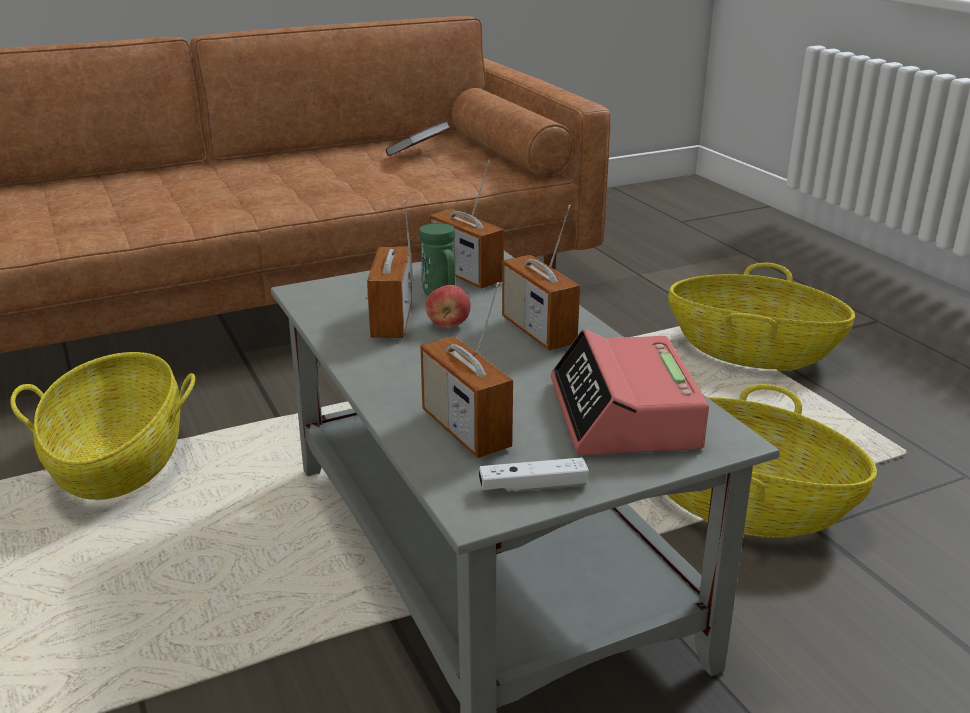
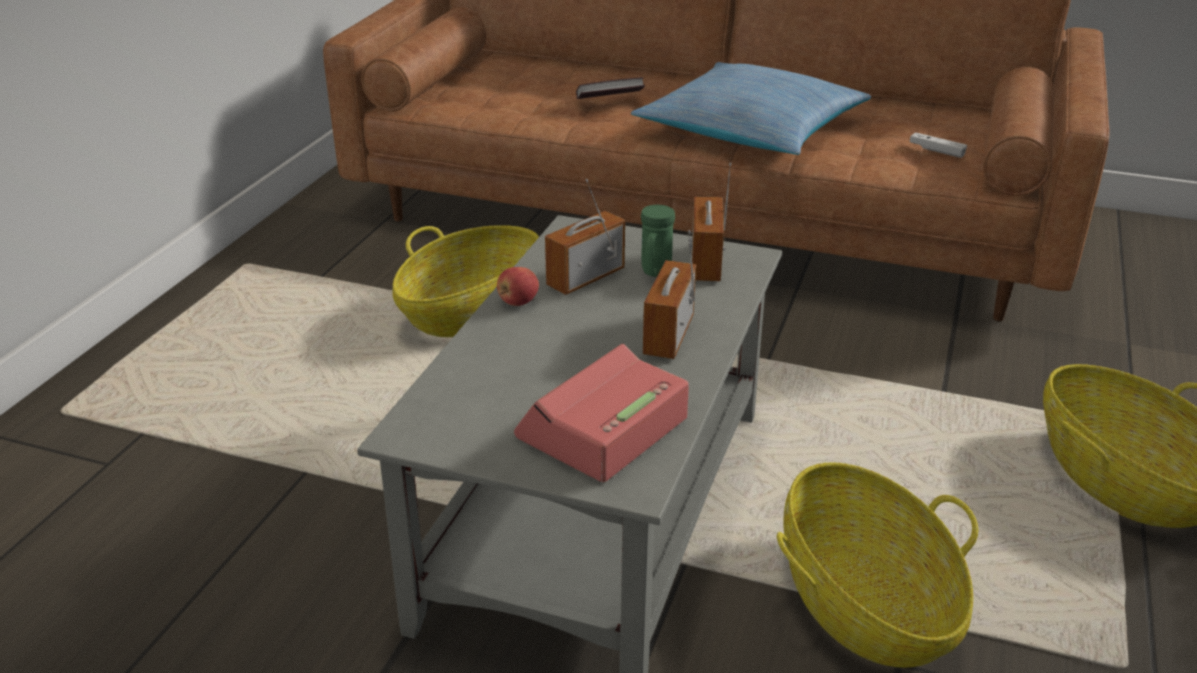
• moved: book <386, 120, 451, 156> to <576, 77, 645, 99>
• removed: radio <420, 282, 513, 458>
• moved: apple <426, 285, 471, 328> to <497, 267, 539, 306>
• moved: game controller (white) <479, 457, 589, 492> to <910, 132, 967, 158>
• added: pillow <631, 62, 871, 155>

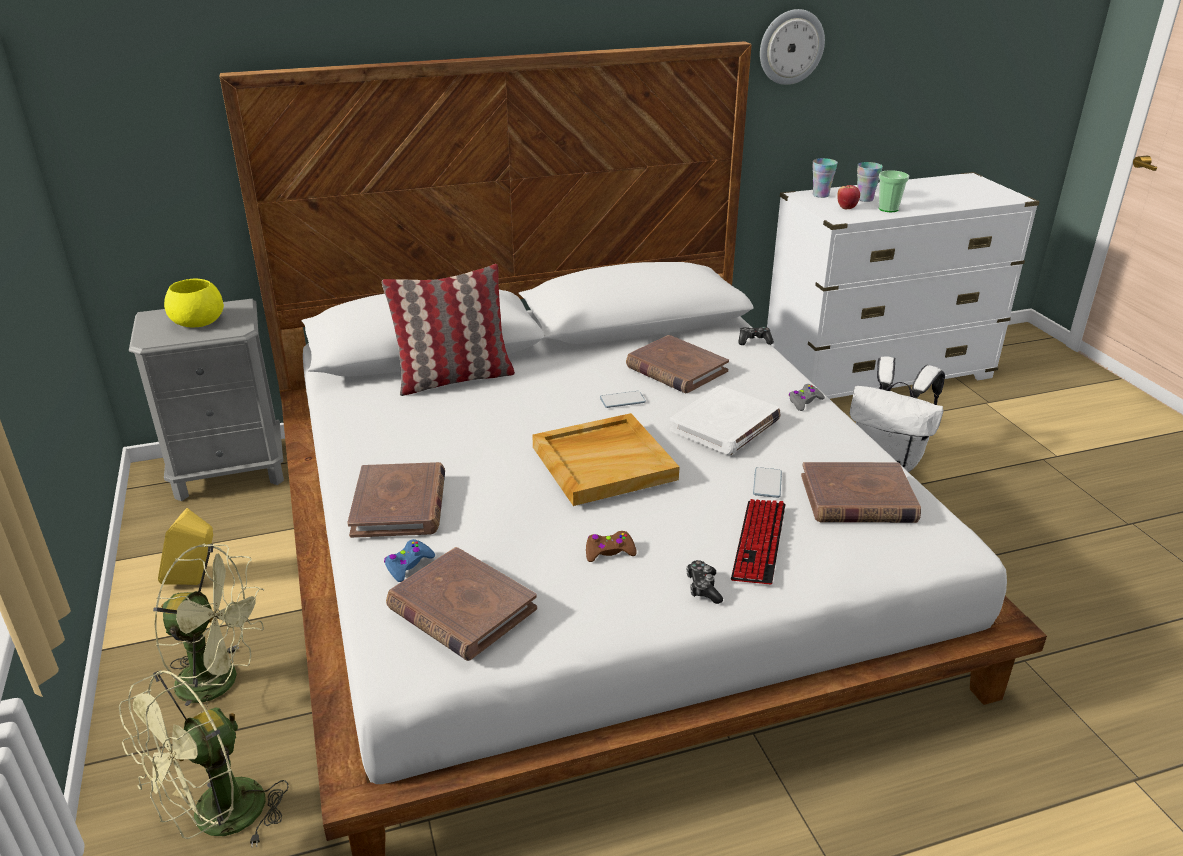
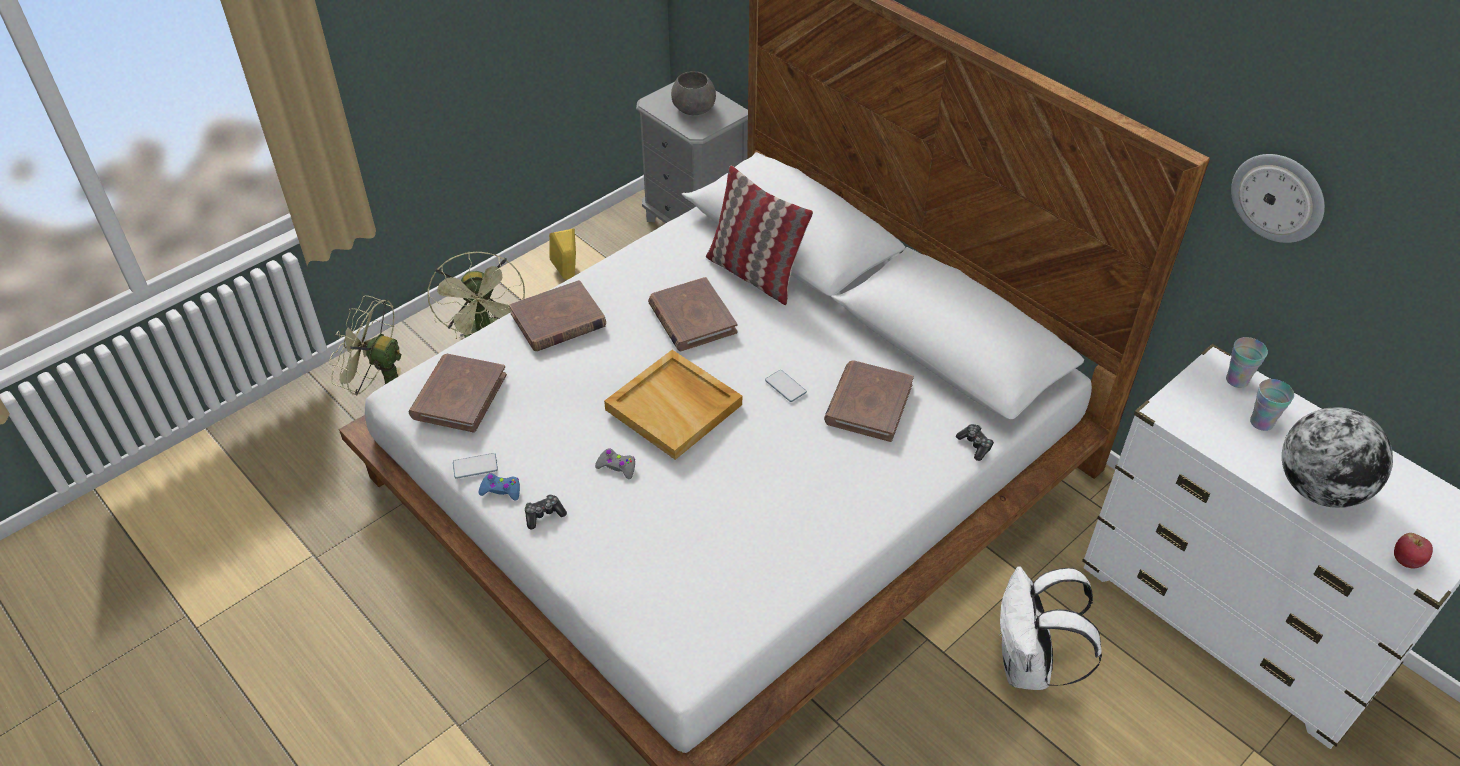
• recoloured: bowl (yellow) <164, 279, 224, 328> to bowl (grey) <671, 71, 716, 115>
• moved: game controller (blue) <384, 539, 435, 582> to <479, 473, 520, 500>
• removed: game controller (brown) <586, 531, 637, 562>
• removed: book (white) <670, 385, 781, 455>
• removed: keyboard <731, 499, 786, 585>
• moved: phone <753, 467, 782, 498> to <453, 453, 498, 479>
• moved: game controller (grey) <789, 384, 825, 411> to <595, 448, 635, 479>
• moved: book (brown) <801, 462, 921, 523> to <648, 277, 737, 351>
• moved: apple <837, 185, 860, 209> to <1394, 533, 1433, 568>
• removed: cup <879, 170, 909, 212>
• added: globe <1282, 407, 1393, 508>

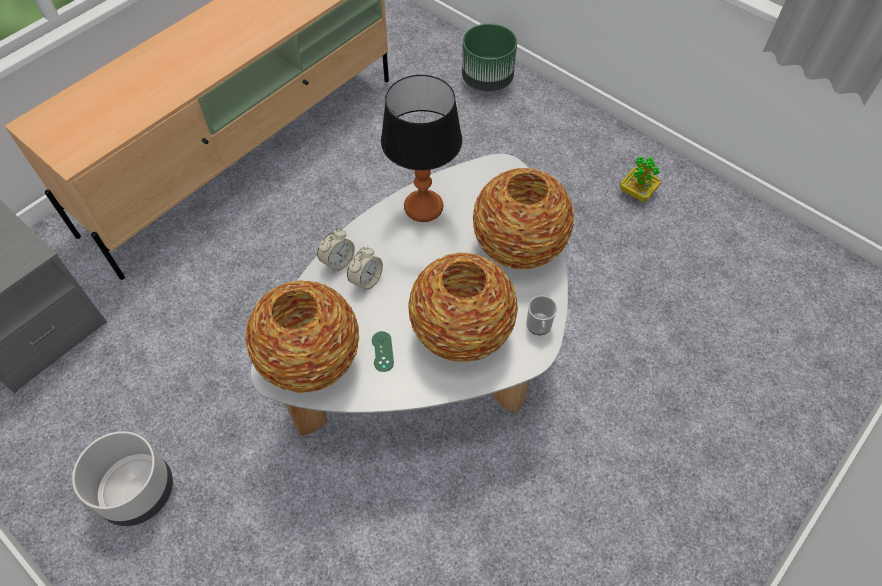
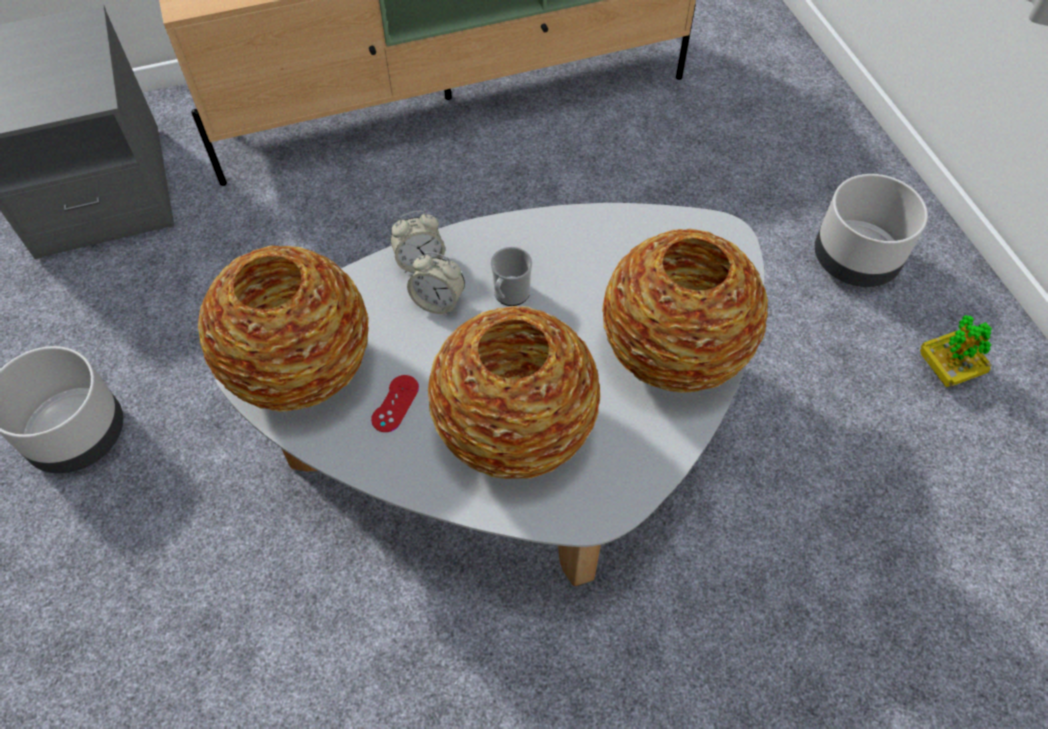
• turned: alarm clock <347, 247, 383, 292> = <407, 252, 465, 314> 45 degrees clockwise
• recoloured: game controller (green) <372, 331, 394, 372> to game controller (red) <371, 375, 419, 432>
• removed: table lamp <381, 75, 462, 222>
• removed: planter (green) <462, 23, 517, 91>
• moved: mug <526, 295, 557, 335> to <491, 247, 532, 306>
• added: planter (grey) <815, 174, 928, 287>

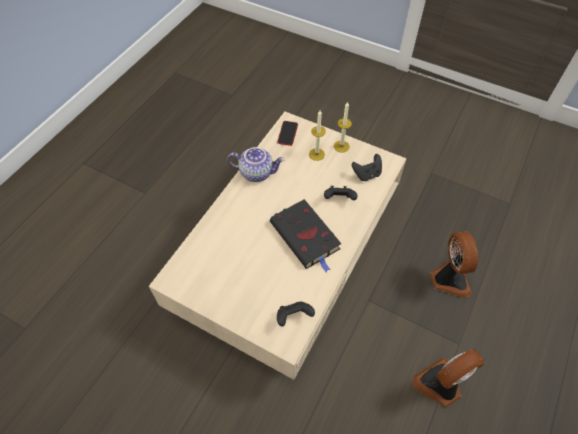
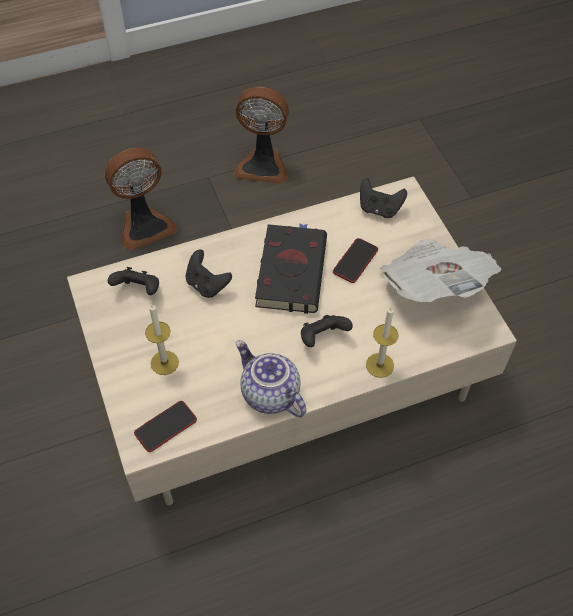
• moved: candle <334, 101, 352, 153> to <366, 307, 399, 378>
• turned: fan <430, 232, 478, 298> = <105, 148, 177, 250> 150 degrees counterclockwise
• added: game controller (black) <301, 315, 353, 347>
• added: phone <333, 238, 378, 283>
• added: newspaper <380, 239, 501, 302>

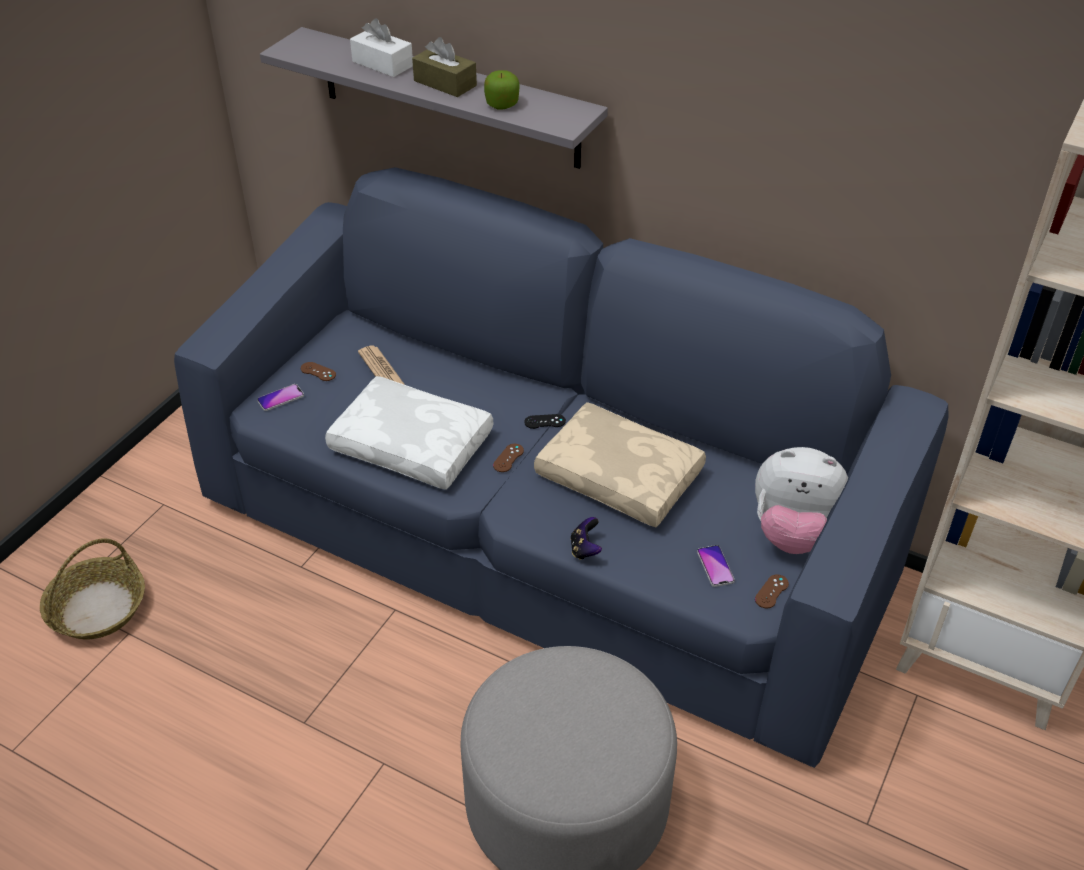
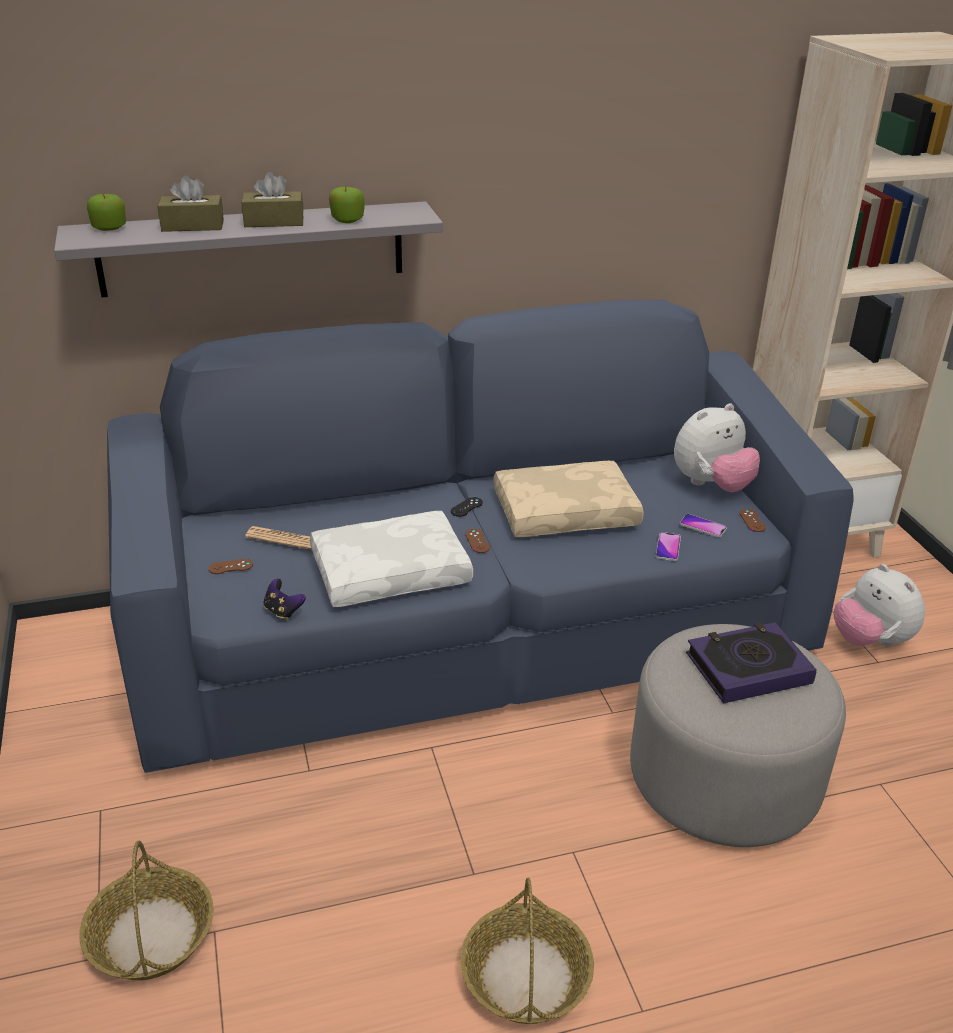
• moved: phone <257, 384, 304, 411> to <655, 532, 681, 561>
• recoloured: tissue box (white) <350, 18, 413, 77> to tissue box (brown) <158, 175, 224, 232>
• moved: game controller <570, 517, 602, 560> to <263, 579, 306, 620>
• added: apple <87, 194, 126, 231>
• added: basket <461, 878, 594, 1024>
• added: book <686, 622, 817, 704>
• added: plush toy <834, 564, 925, 647>

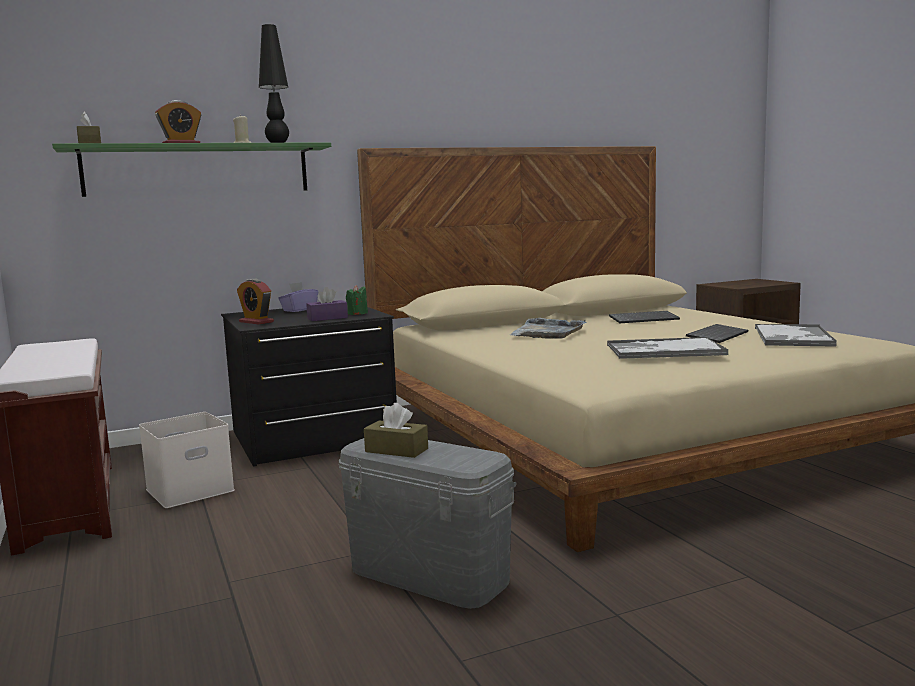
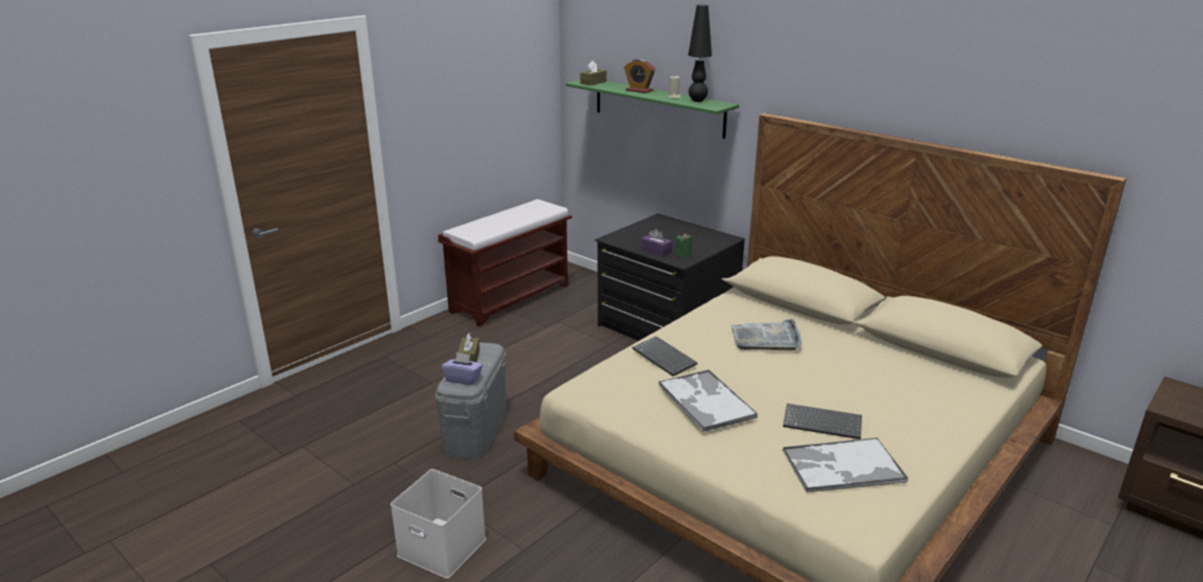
• moved: storage box (white) <139, 412, 235, 508> to <390, 469, 486, 578>
• removed: alarm clock <237, 278, 274, 324>
• moved: tissue box (purple) <278, 282, 318, 312> to <442, 352, 483, 385>
• moved: keyboard <609, 311, 680, 323> to <632, 336, 698, 376>

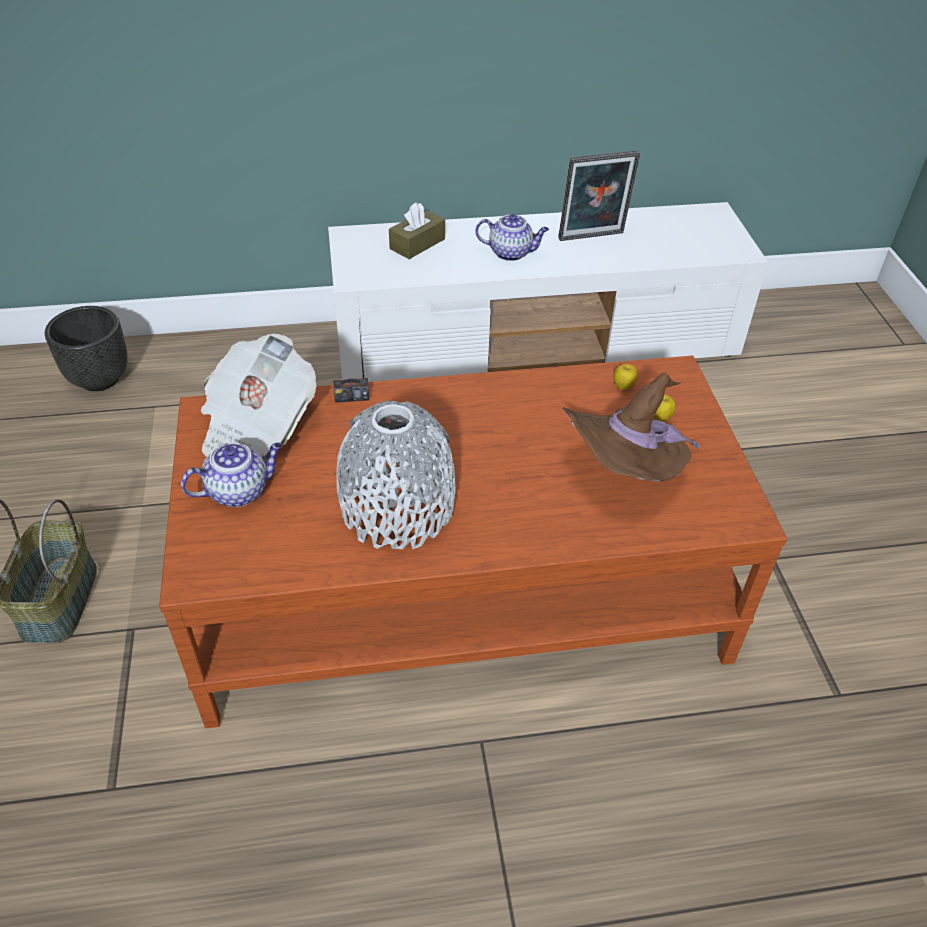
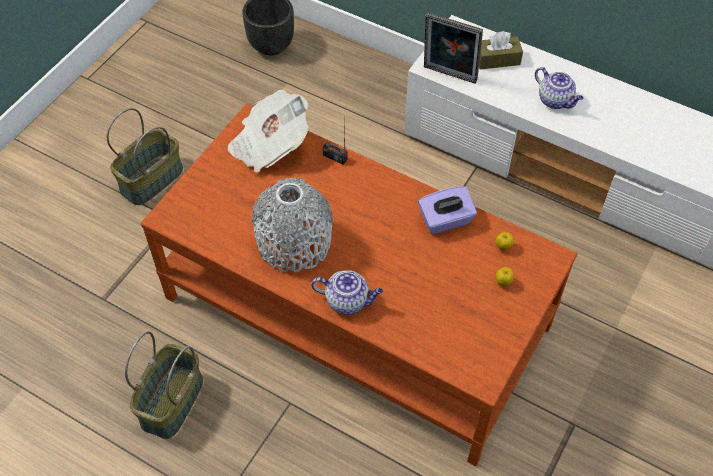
• moved: teapot <181, 442, 283, 507> to <311, 270, 383, 315>
• moved: picture frame <558, 151, 640, 241> to <424, 12, 483, 84>
• removed: hat (brown) <563, 372, 700, 481>
• added: basket <125, 331, 203, 439>
• added: tissue box (purple) <418, 186, 477, 234>

